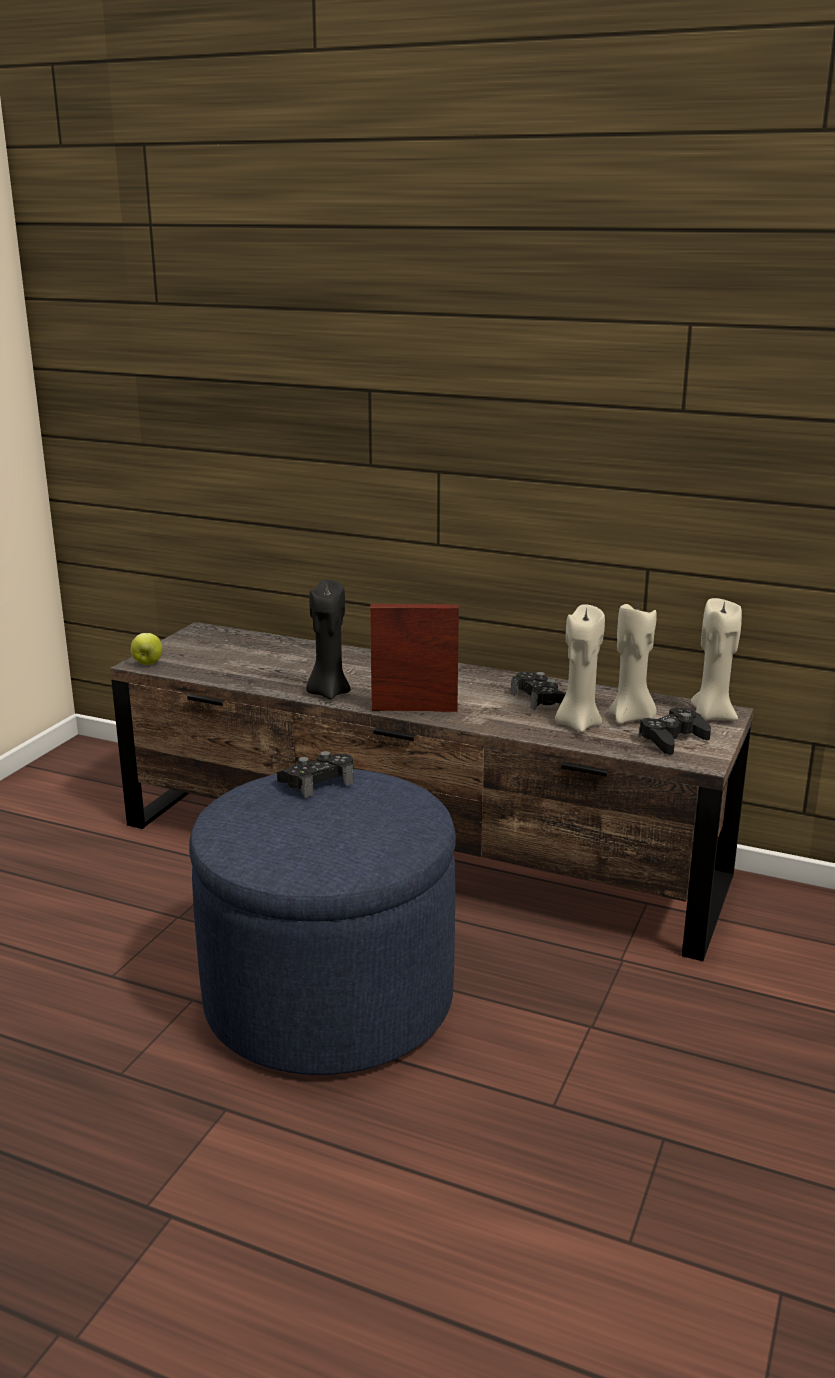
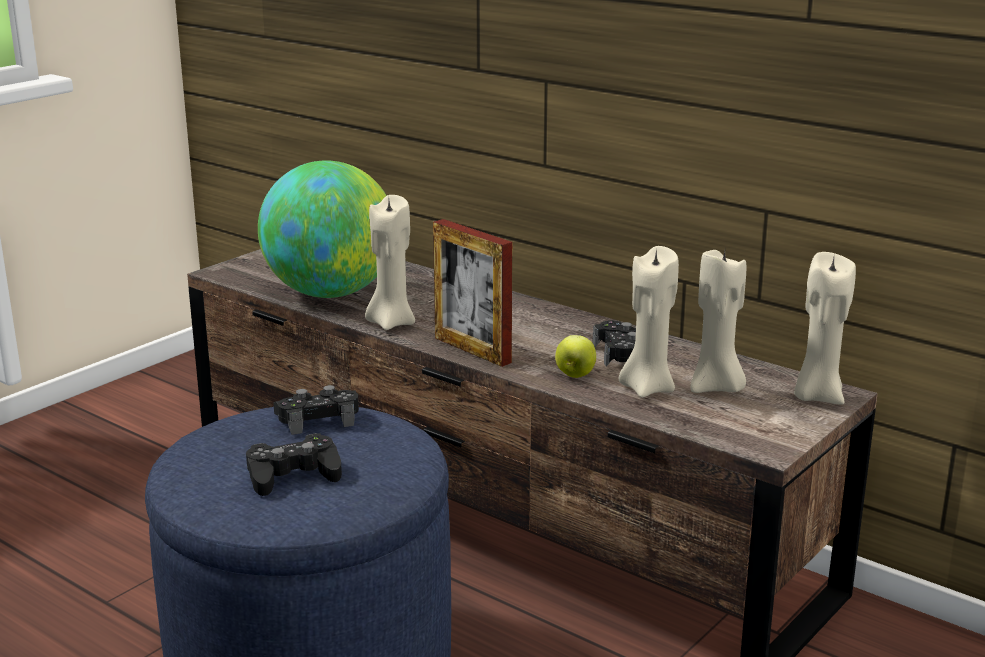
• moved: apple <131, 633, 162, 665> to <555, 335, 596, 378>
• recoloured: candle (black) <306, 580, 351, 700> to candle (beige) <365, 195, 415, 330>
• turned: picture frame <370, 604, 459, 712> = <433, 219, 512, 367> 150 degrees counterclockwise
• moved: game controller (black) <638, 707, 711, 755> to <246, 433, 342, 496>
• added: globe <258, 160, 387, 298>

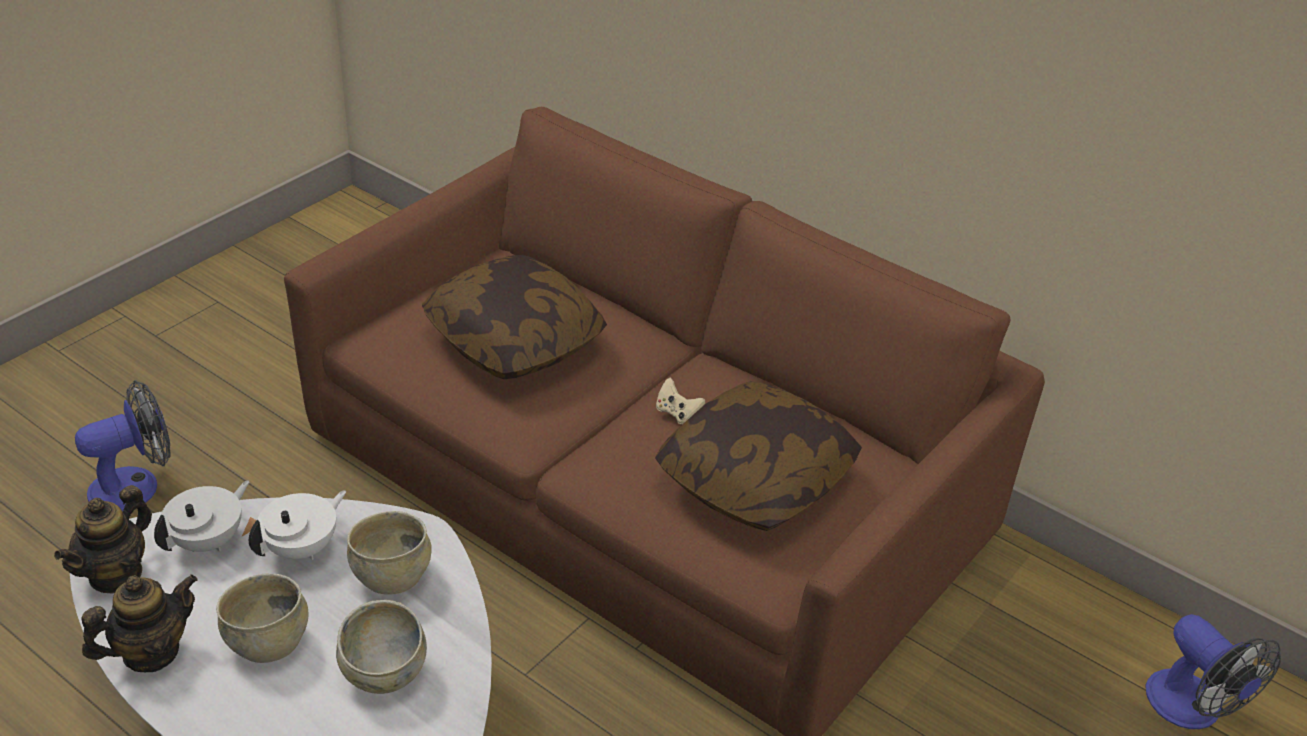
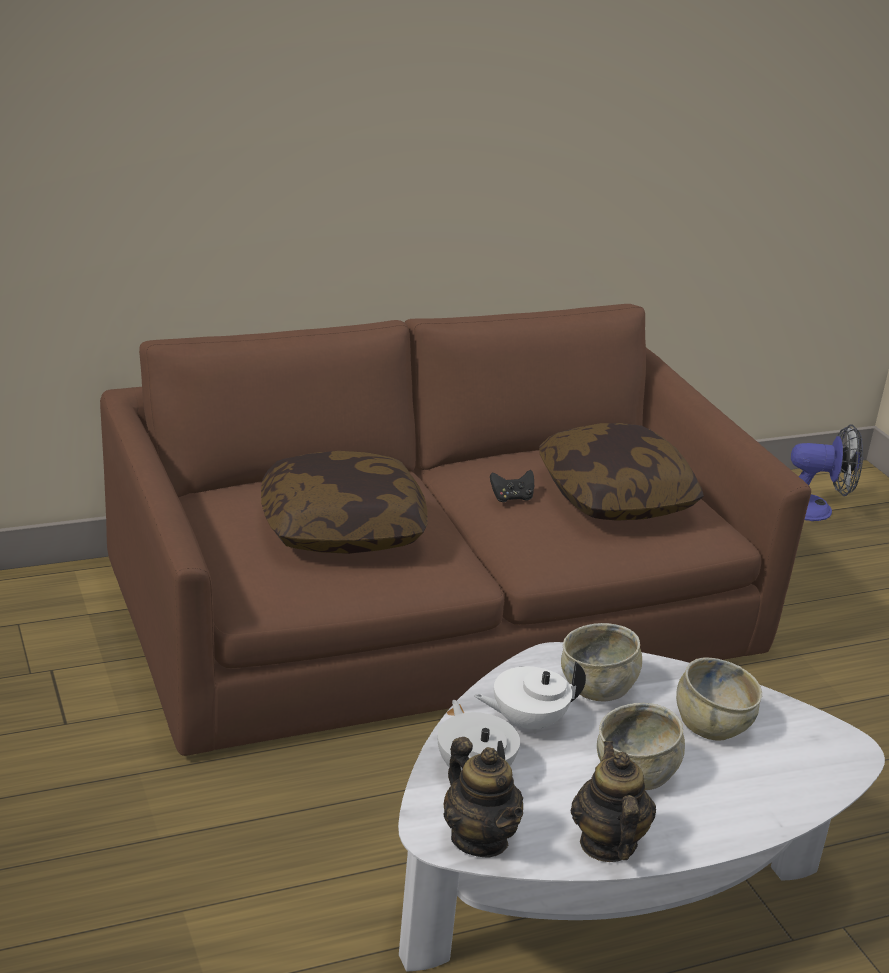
• removed: fan <75, 380, 171, 512>
• turned: teapot (white) <249, 490, 346, 560> = <474, 661, 586, 734> 90 degrees counterclockwise
• recoloured: game controller (beige) <656, 378, 705, 425> to game controller (black) <490, 470, 534, 502>

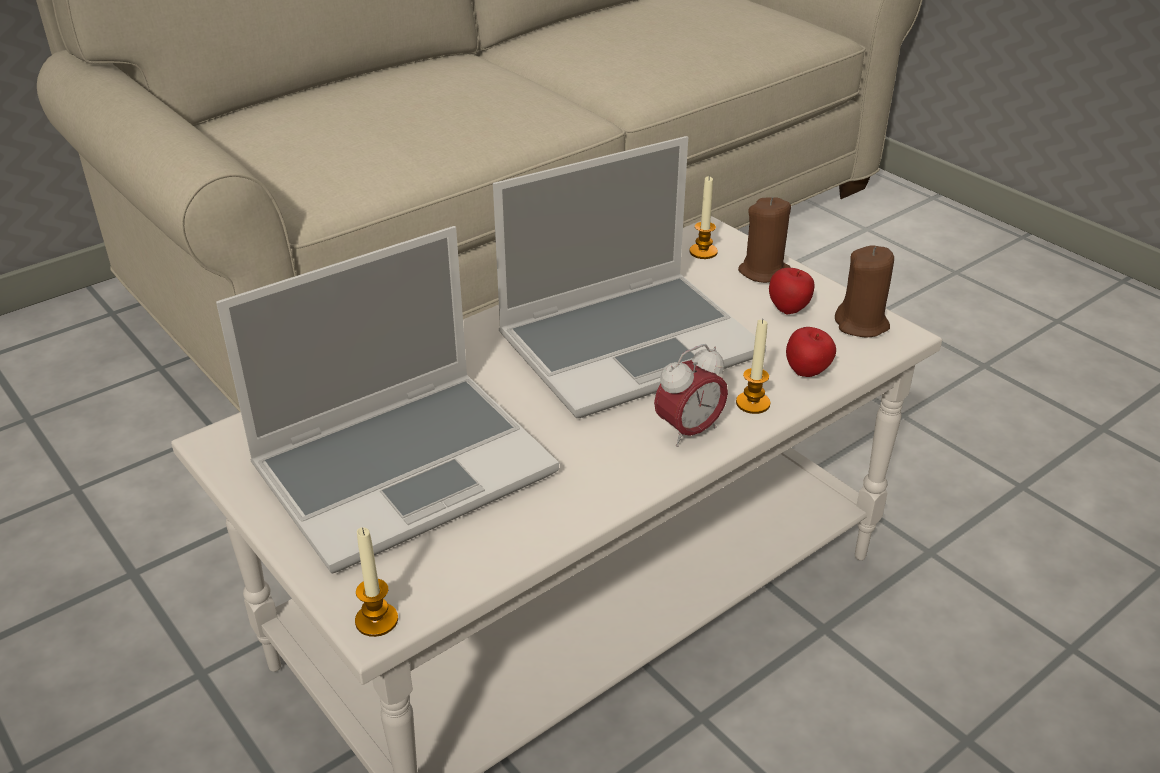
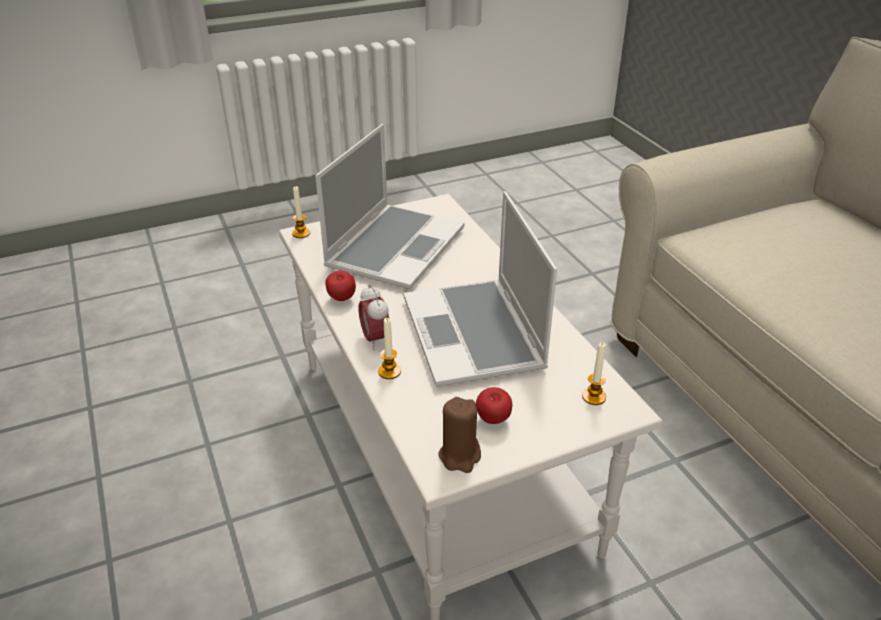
• turned: laptop <216, 226, 559, 574> = <315, 124, 464, 289> 135 degrees counterclockwise
• removed: candle (brown) <738, 197, 791, 283>
• moved: apple <786, 327, 836, 377> to <325, 271, 356, 301>

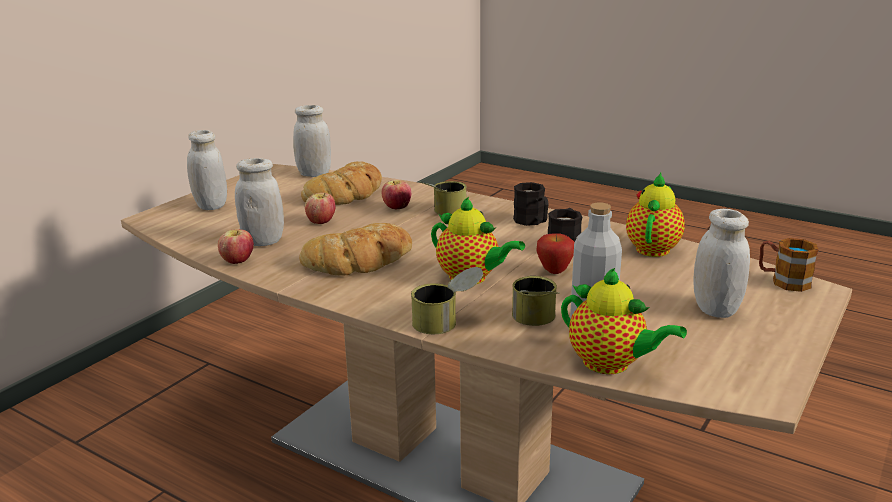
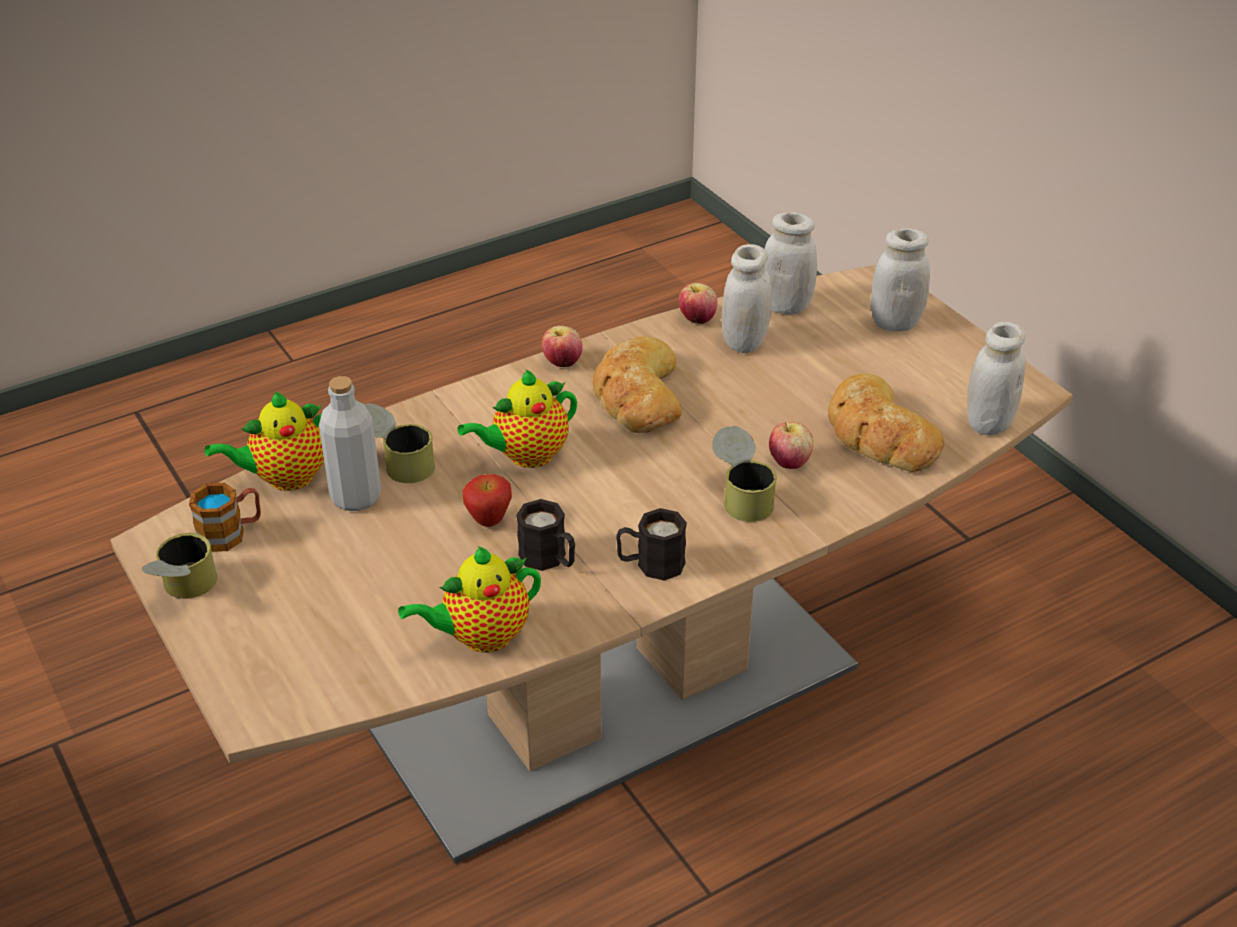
• moved: apple <305, 193, 335, 224> to <542, 326, 583, 367>
• moved: can <411, 267, 483, 334> to <141, 533, 217, 599>
• turned: teapot <626, 173, 685, 257> = <398, 546, 541, 652> 105 degrees clockwise
• moved: jar (white) <693, 209, 750, 318> to <764, 212, 817, 315>
• moved: mug <759, 238, 818, 292> to <189, 483, 261, 552>

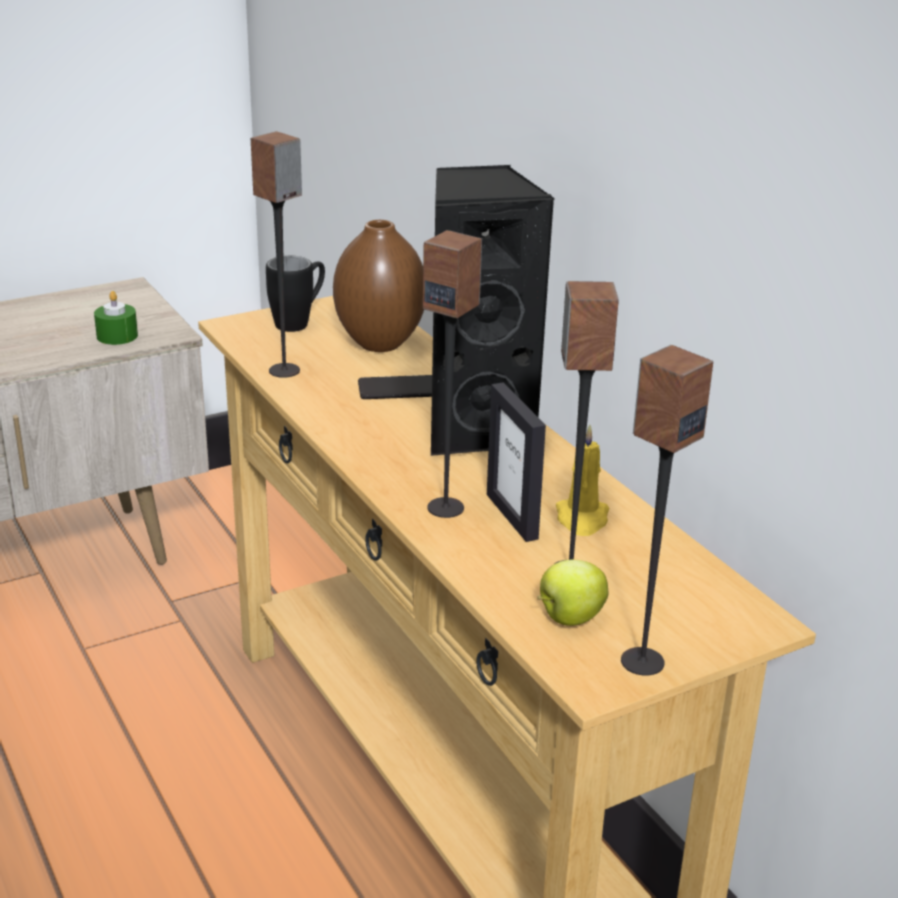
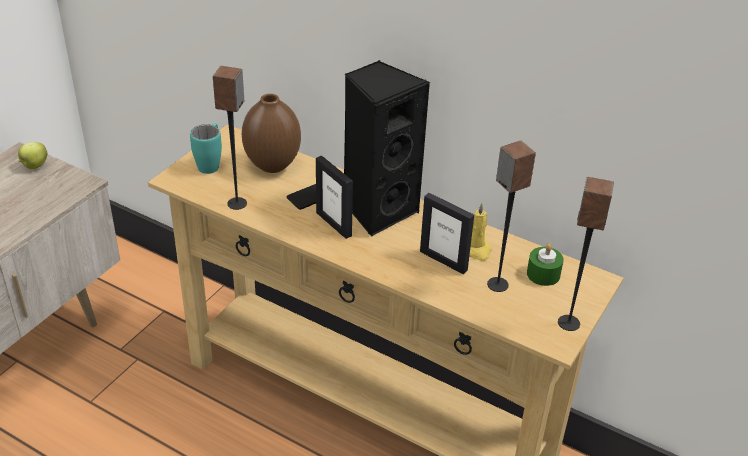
• moved: candle (green) <94, 291, 138, 345> to <527, 243, 564, 286>
• recoloured: mug (black) <266, 256, 325, 332> to mug (turquoise) <190, 123, 222, 174>
• removed: speaker <423, 230, 482, 518>
• moved: apple <537, 560, 608, 626> to <18, 142, 47, 169>
• added: picture frame <316, 156, 353, 239>

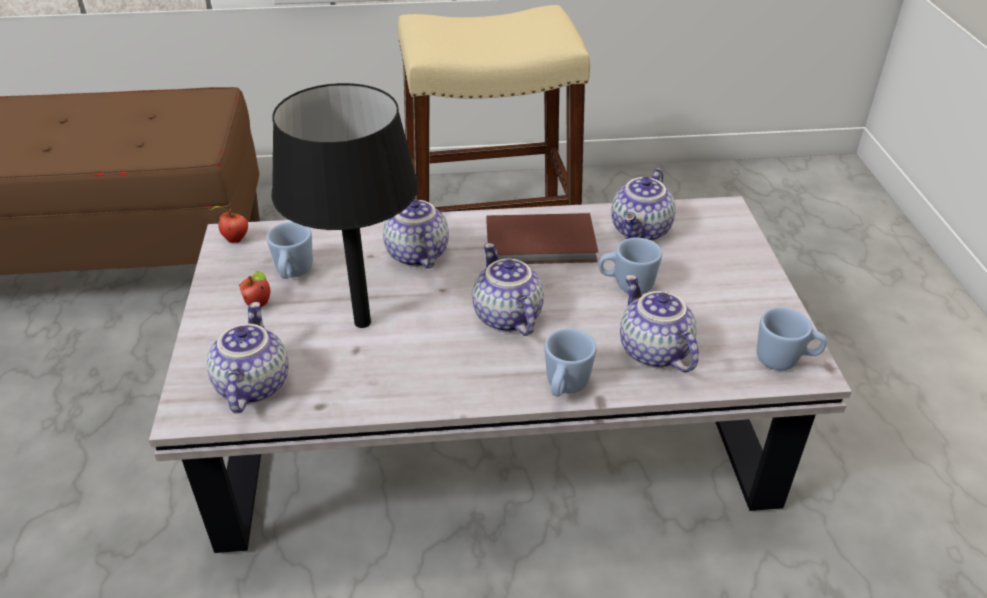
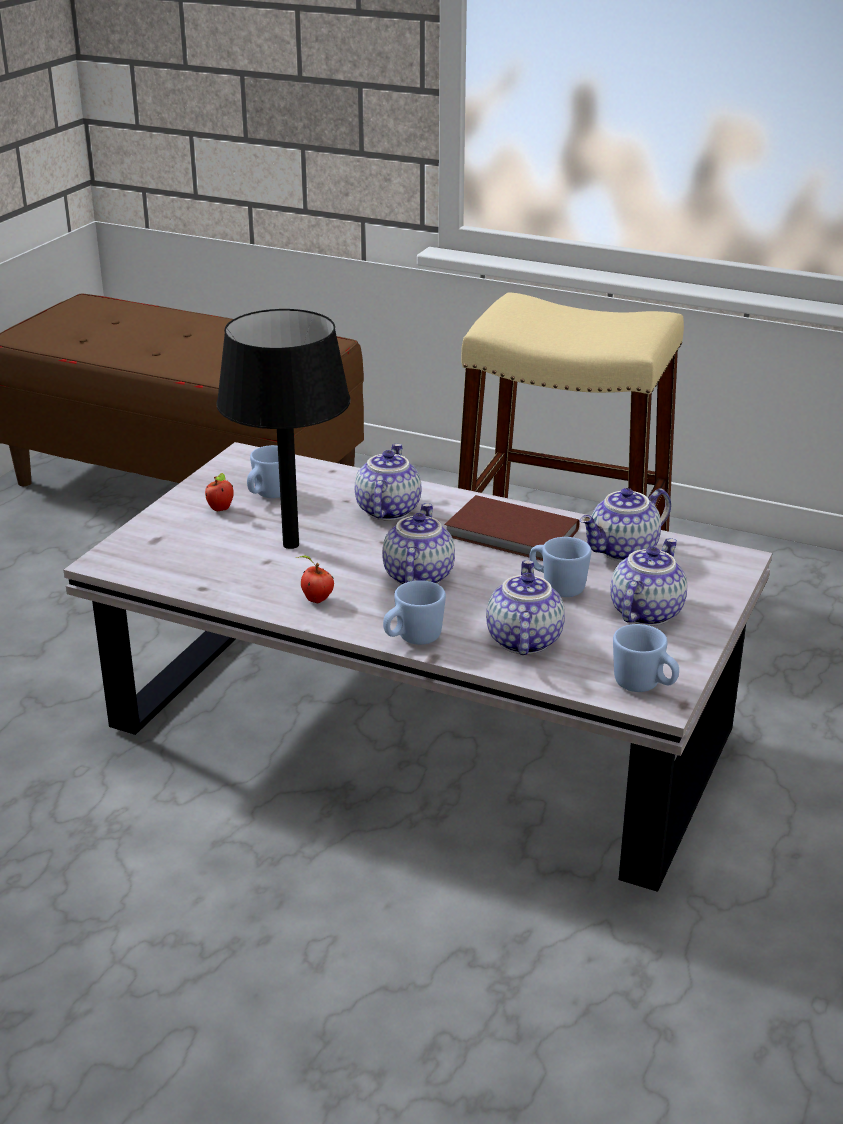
• moved: teapot <207, 302, 288, 414> to <610, 538, 687, 626>
• moved: apple <210, 206, 248, 243> to <295, 556, 334, 603>

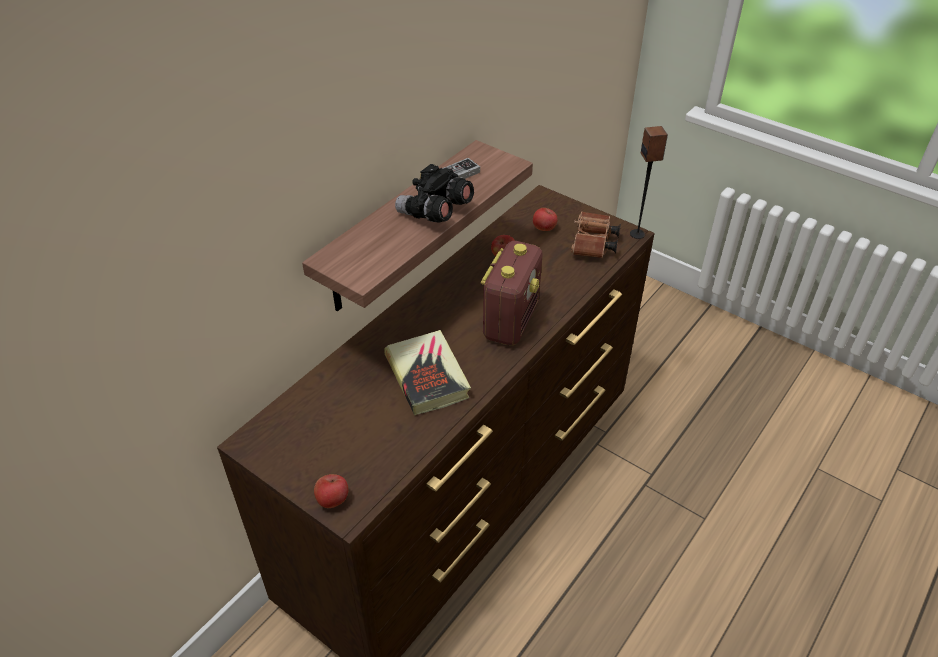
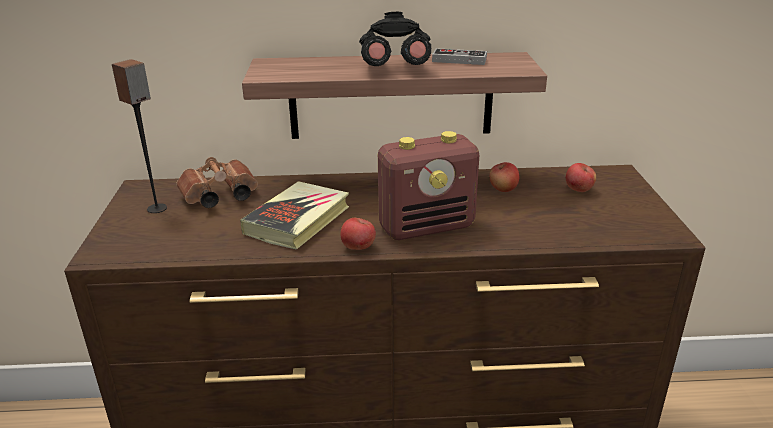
• moved: apple <314, 474, 348, 508> to <340, 218, 376, 250>
• moved: binoculars (brown) <571, 211, 621, 258> to <177, 157, 258, 208>
• moved: speaker <630, 126, 668, 239> to <112, 59, 167, 213>

